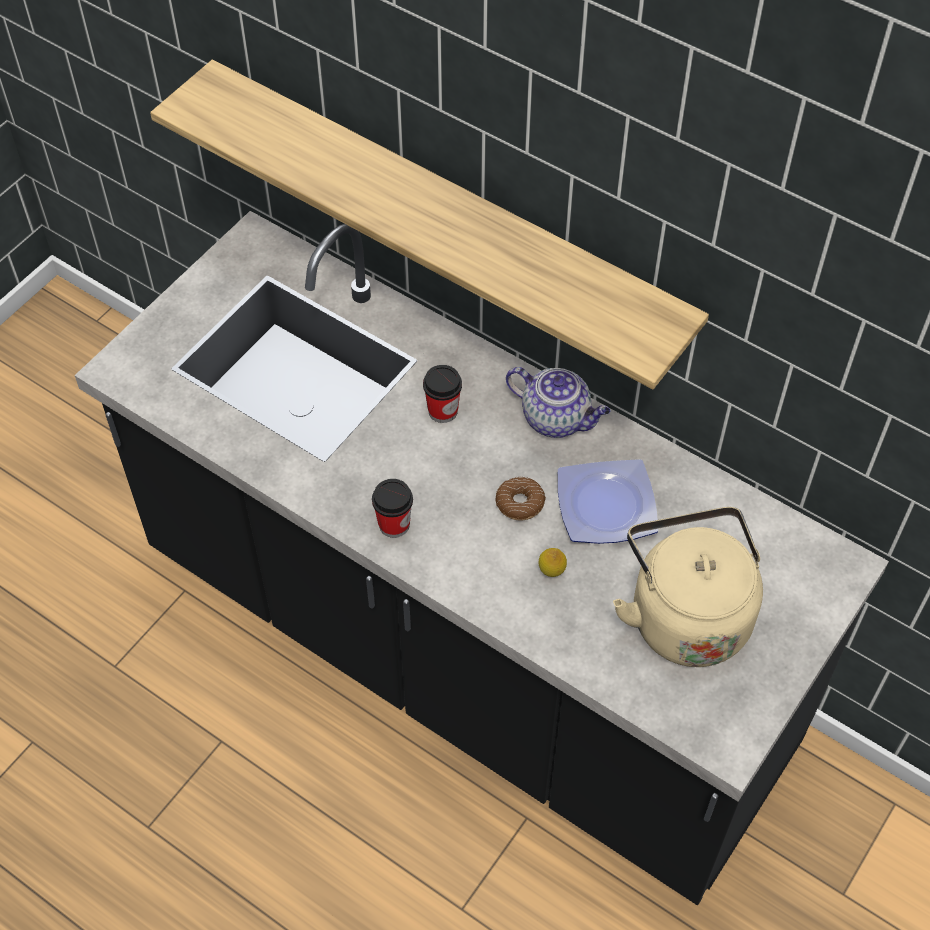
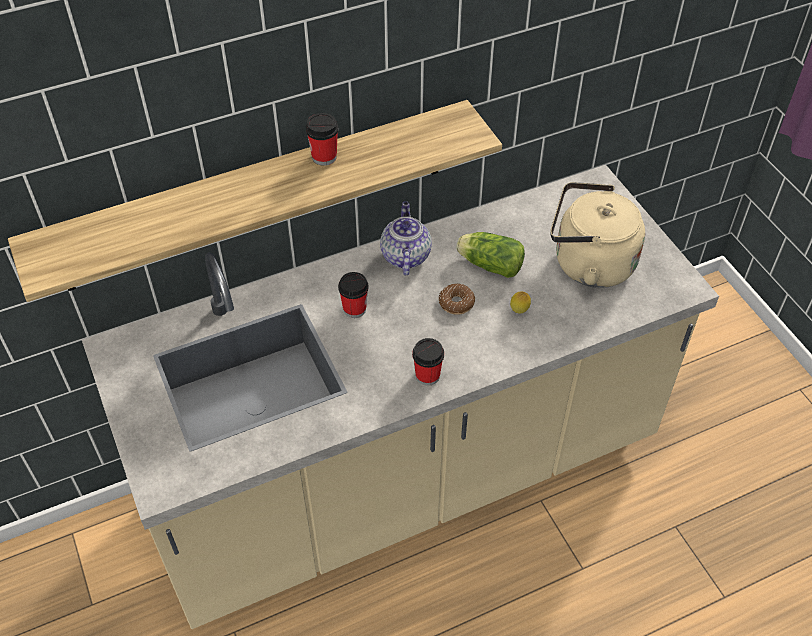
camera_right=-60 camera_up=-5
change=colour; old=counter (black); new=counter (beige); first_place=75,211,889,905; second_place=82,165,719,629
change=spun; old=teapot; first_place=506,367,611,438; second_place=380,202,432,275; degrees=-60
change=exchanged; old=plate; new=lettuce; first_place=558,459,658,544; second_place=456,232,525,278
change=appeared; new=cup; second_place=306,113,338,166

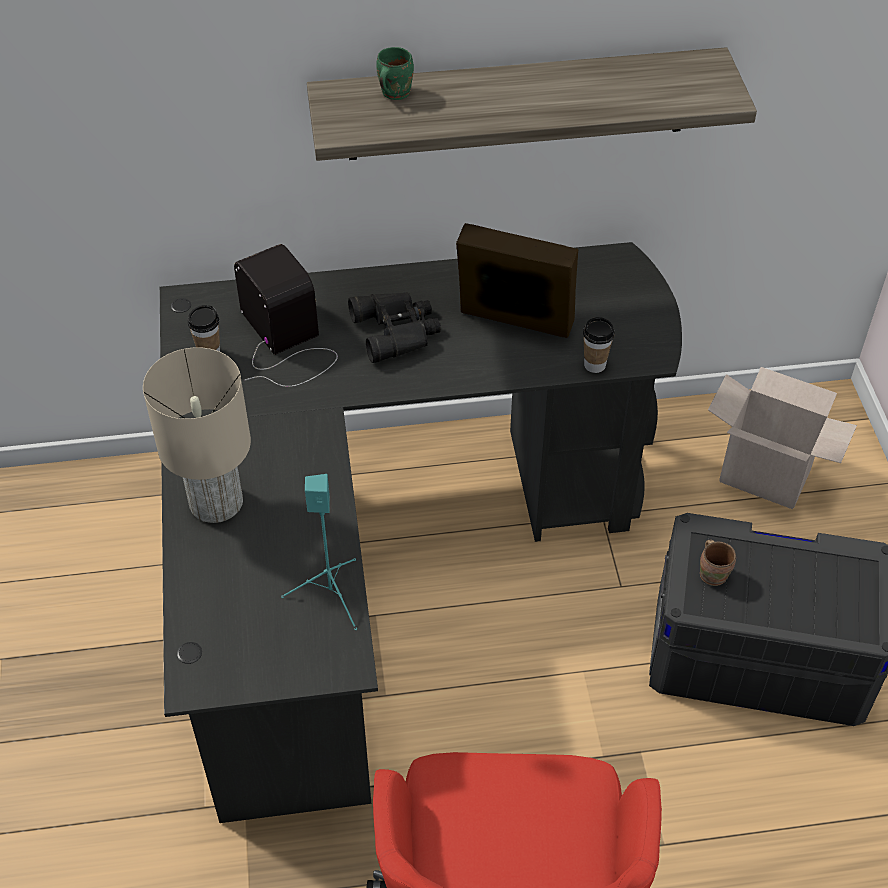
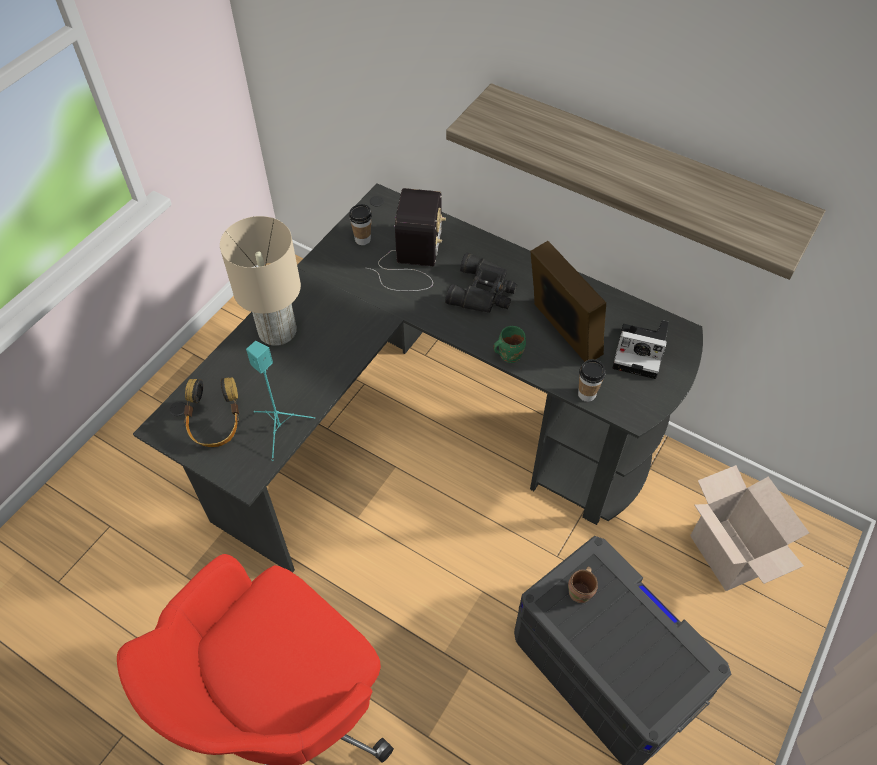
camera_right=40 camera_up=5
change=relocated; old=mug (green); first_place=376,47,414,100; second_place=493,326,526,363
change=appeared; new=headphones; second_place=184,377,239,447
change=appeared; new=photo camera; second_place=612,320,669,379

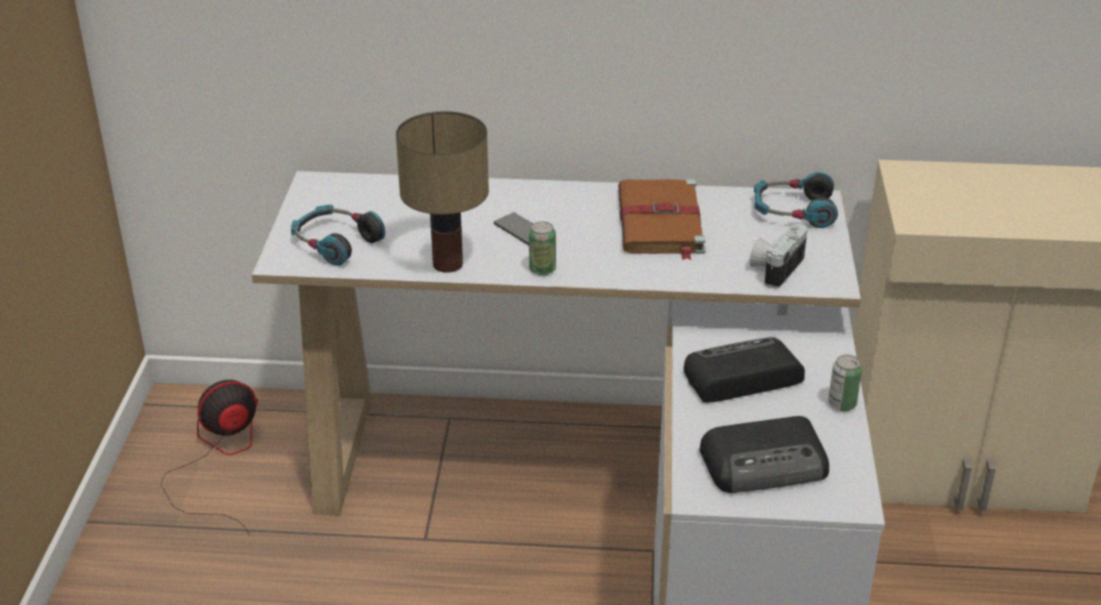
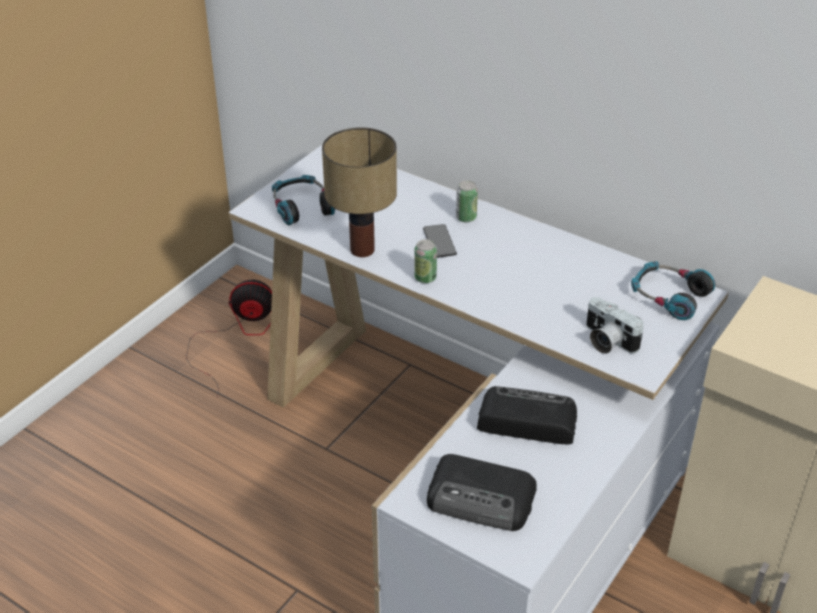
camera_right=30 camera_up=5
change=missing; old=book (brown); first_place=618,179,706,260
change=spun; old=photo camera; first_place=750,224,807,289; second_place=586,297,644,354; degrees=-105
change=relocated; old=can; first_place=828,355,862,411; second_place=456,181,478,222

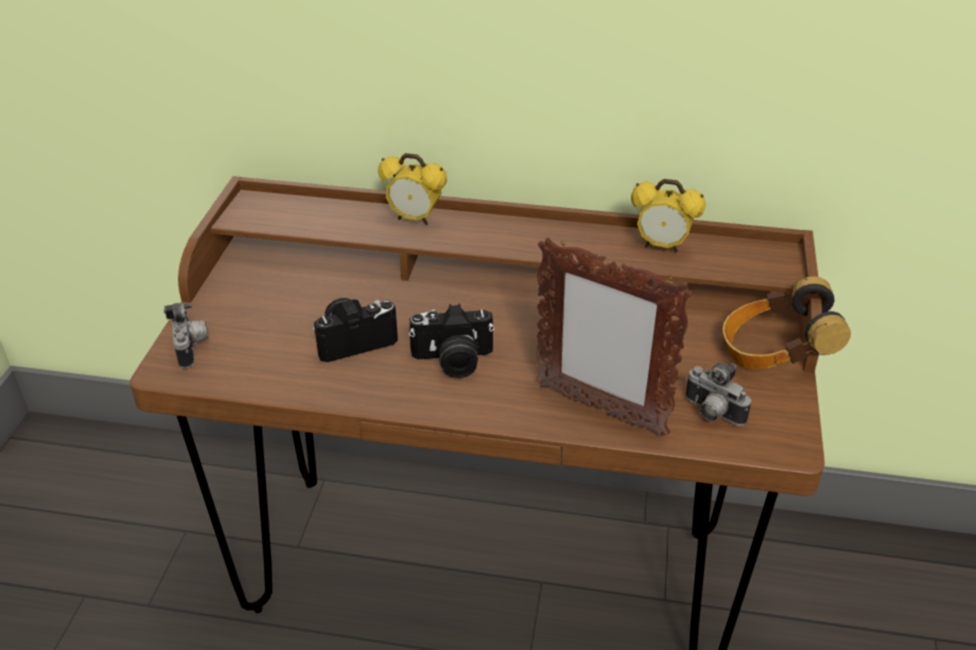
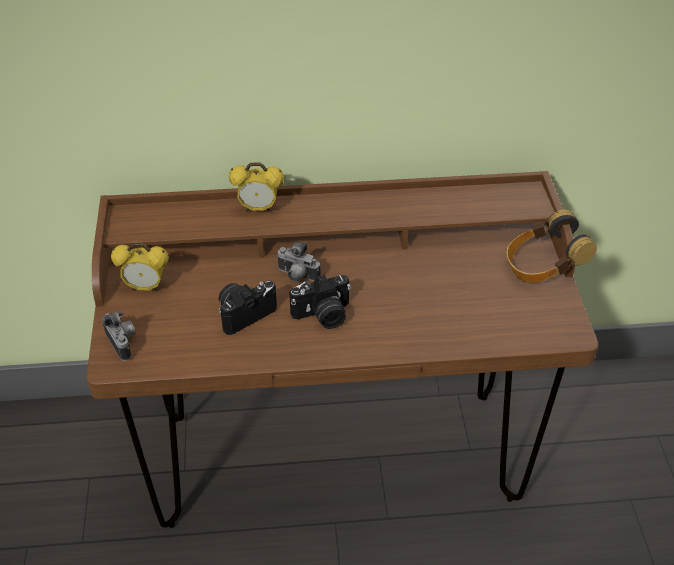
camera_right=-15 camera_up=5
change=missing; old=picture frame; first_place=536,237,693,437
change=relocated; old=alarm clock; first_place=631,179,706,252; second_place=111,243,169,292
change=relocated; old=photo camera; first_place=685,362,751,426; second_place=276,241,320,282

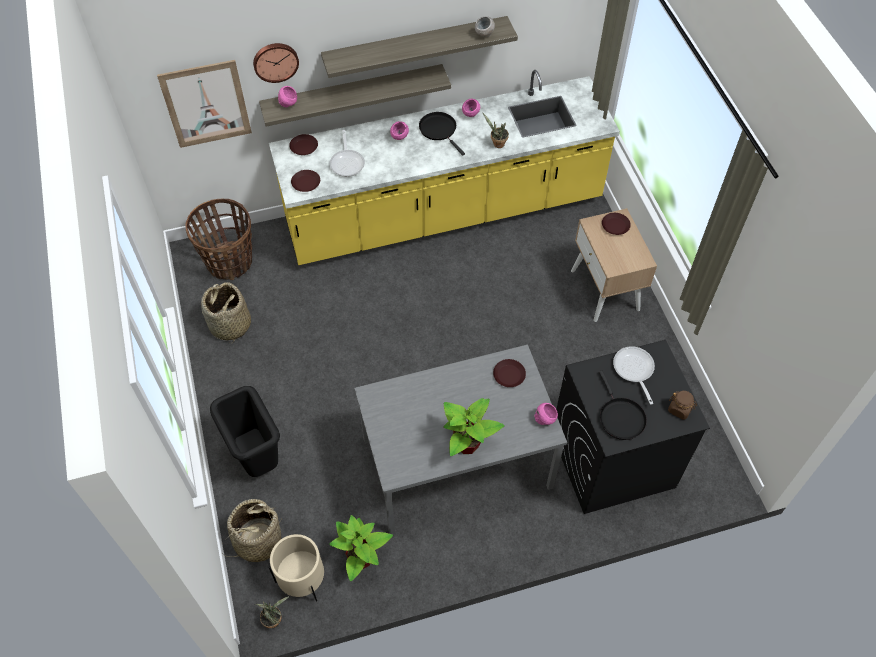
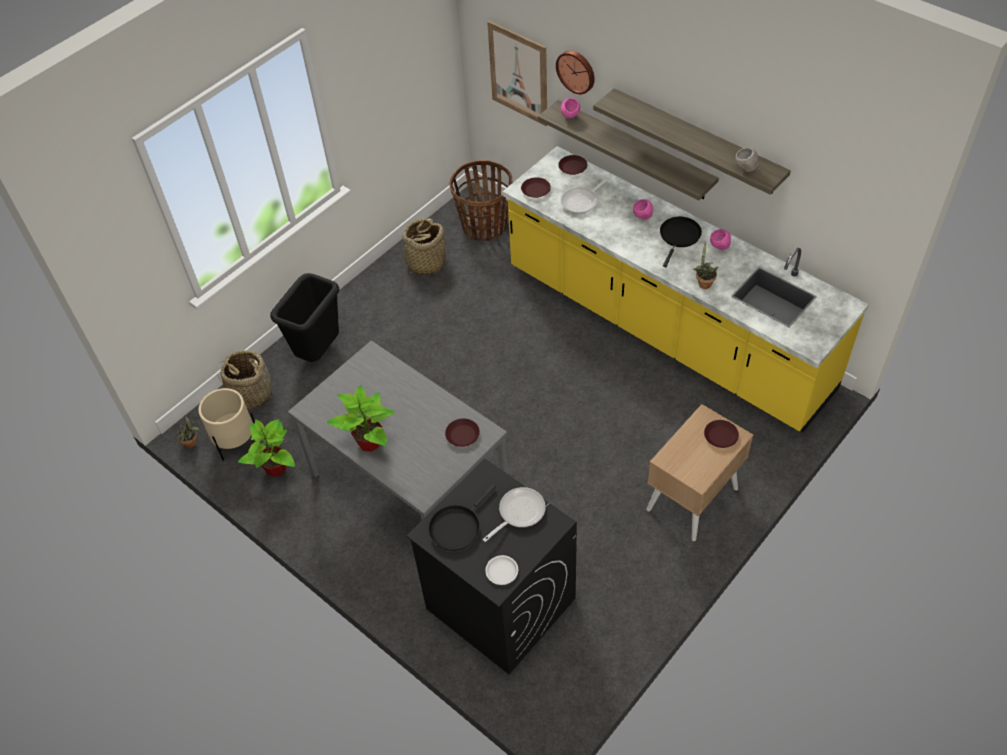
camera_right=60 camera_up=-5
change=missing; old=bowl (pink); first_place=534,403,558,425
change=exchanged; old=jar (brown); new=plate (white); first_place=668,391,697,420; second_place=485,555,518,585

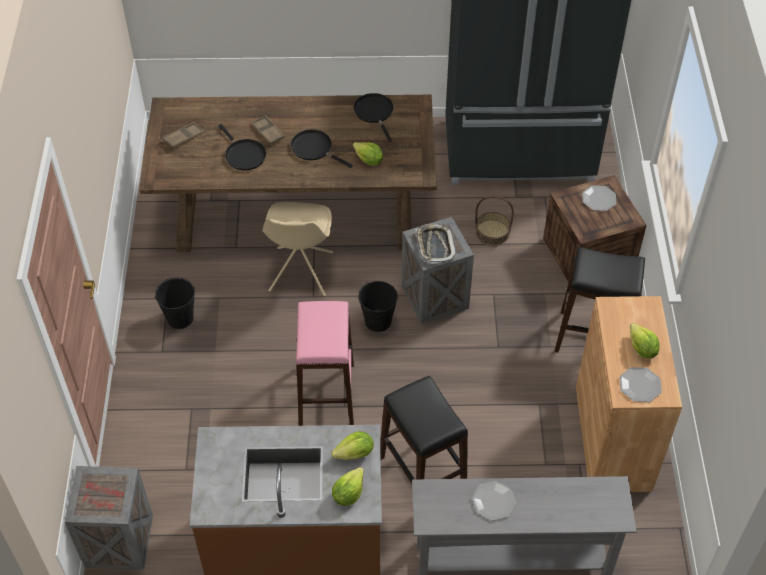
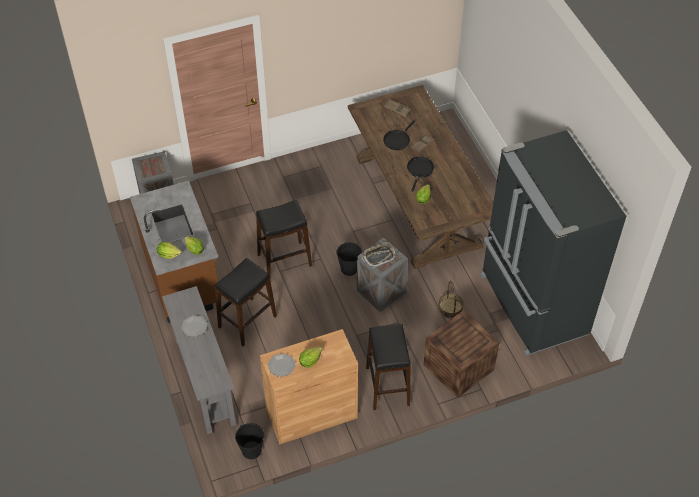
camera_right=70 camera_up=0
change=relocated; old=bucket (black); first_place=155,277,195,329; second_place=235,423,264,459
change=missing; old=chair (beige); first_place=262,202,333,296
change=colour; old=stool (pink); new=stool (black); first_place=296,301,354,426; second_place=256,200,312,275
change=missing; old=frying pan (black); first_place=354,93,394,142
change=missing; old=plate; first_place=582,185,616,211

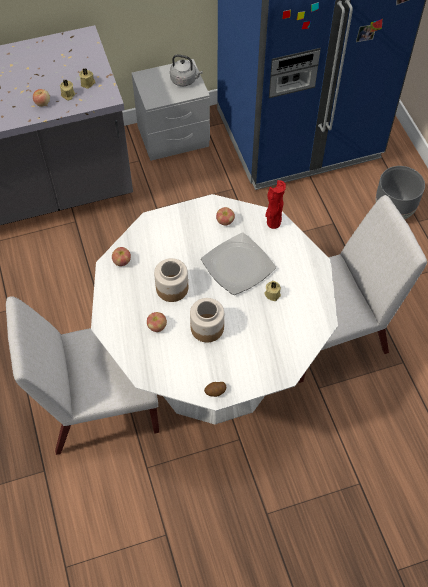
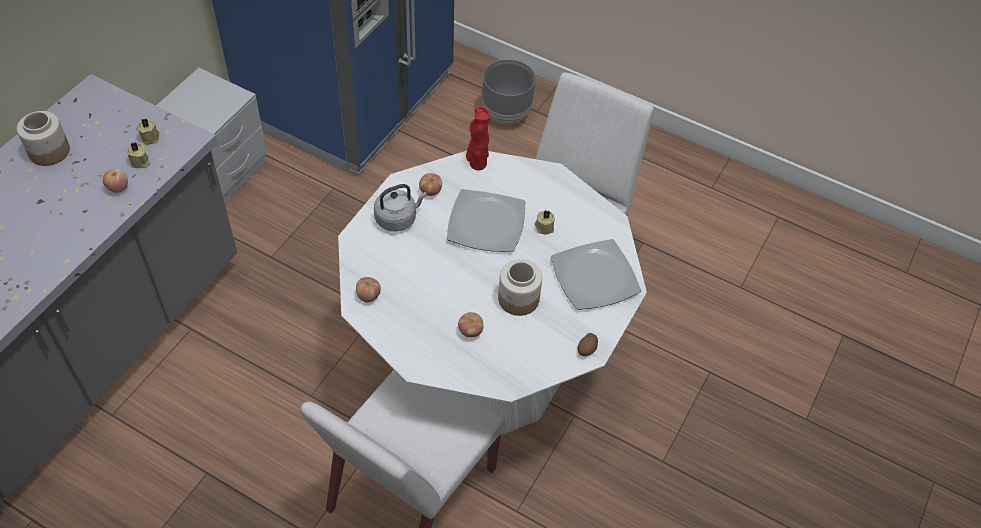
camera_right=-45 camera_up=-5
change=relocated; old=jar; first_place=154,258,188,302; second_place=17,111,70,166
change=relocated; old=kettle (grey); first_place=170,54,203,86; second_place=374,184,427,232
change=appeared; new=plate; second_place=551,239,641,310

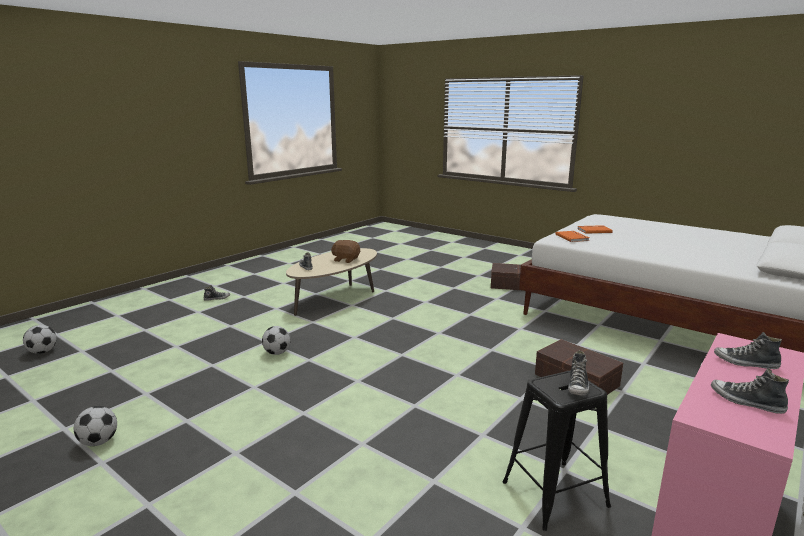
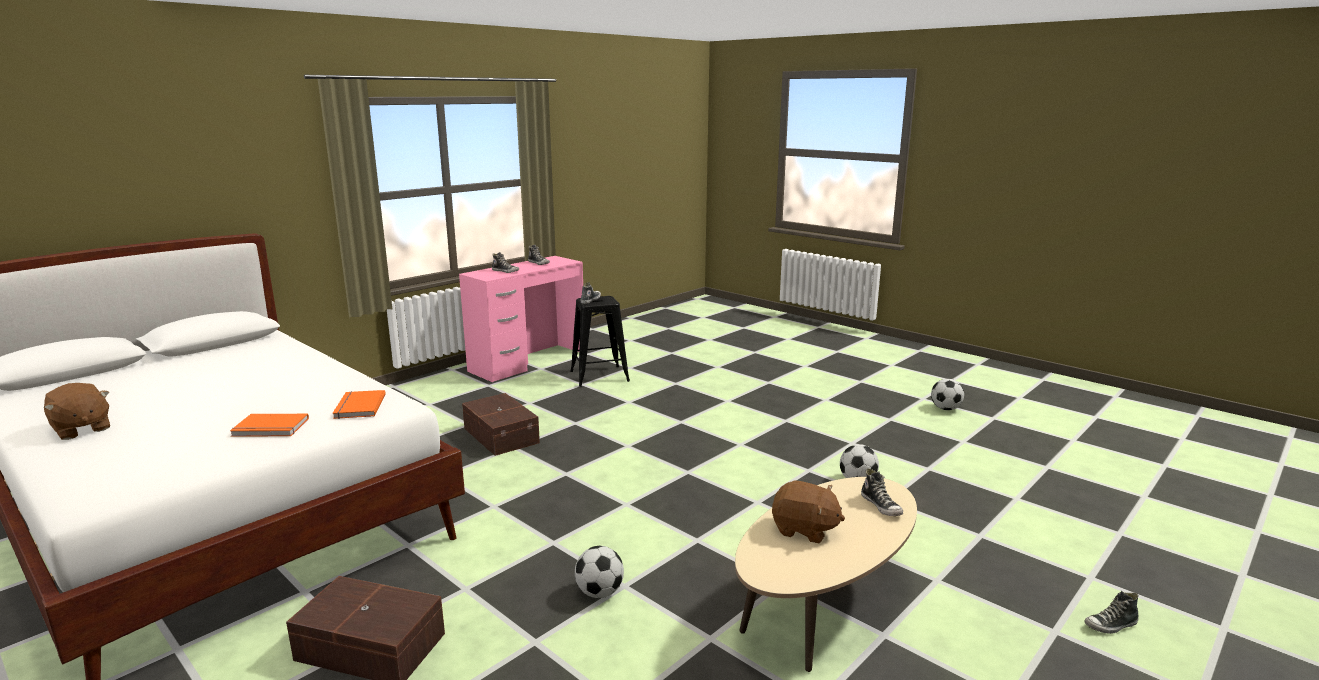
camera_right=-175 camera_up=0
change=relocated; old=football; first_place=23,325,57,354; second_place=575,546,624,598
change=appeared; new=plush toy (brown); second_place=44,383,110,440

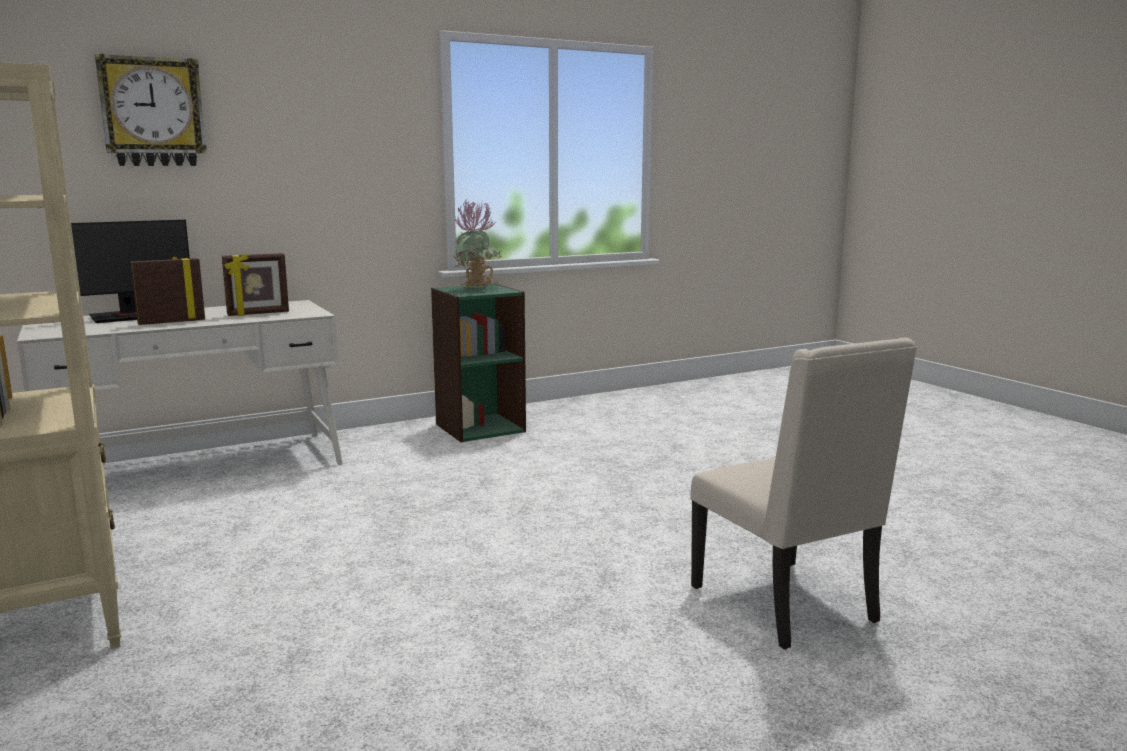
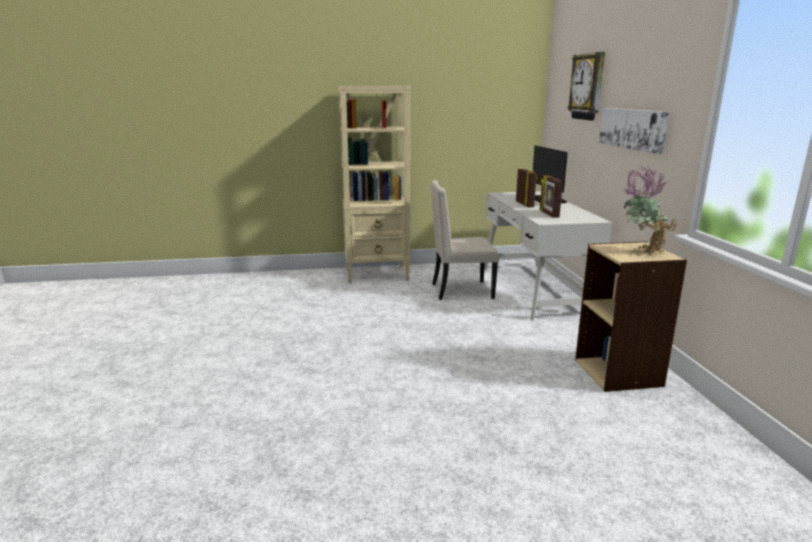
camera_right=110 camera_up=5
change=colour; old=bookcase (green); new=bookcase (beige); first_place=431,283,526,442; second_place=575,241,687,392
change=relocated; old=chair (beige); first_place=690,337,917,649; second_place=430,180,499,300
change=appeared; new=picture; second_place=599,108,669,154

